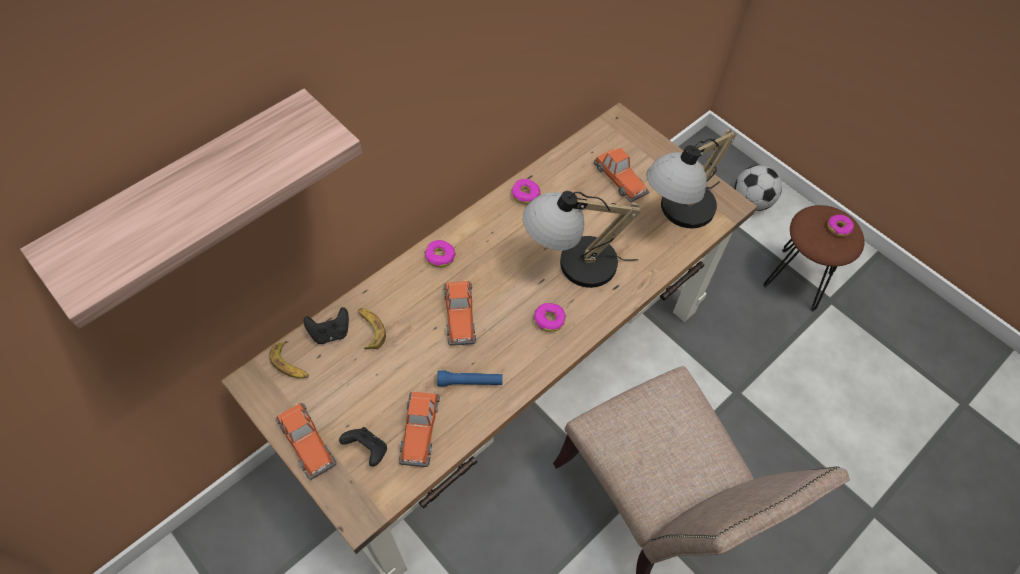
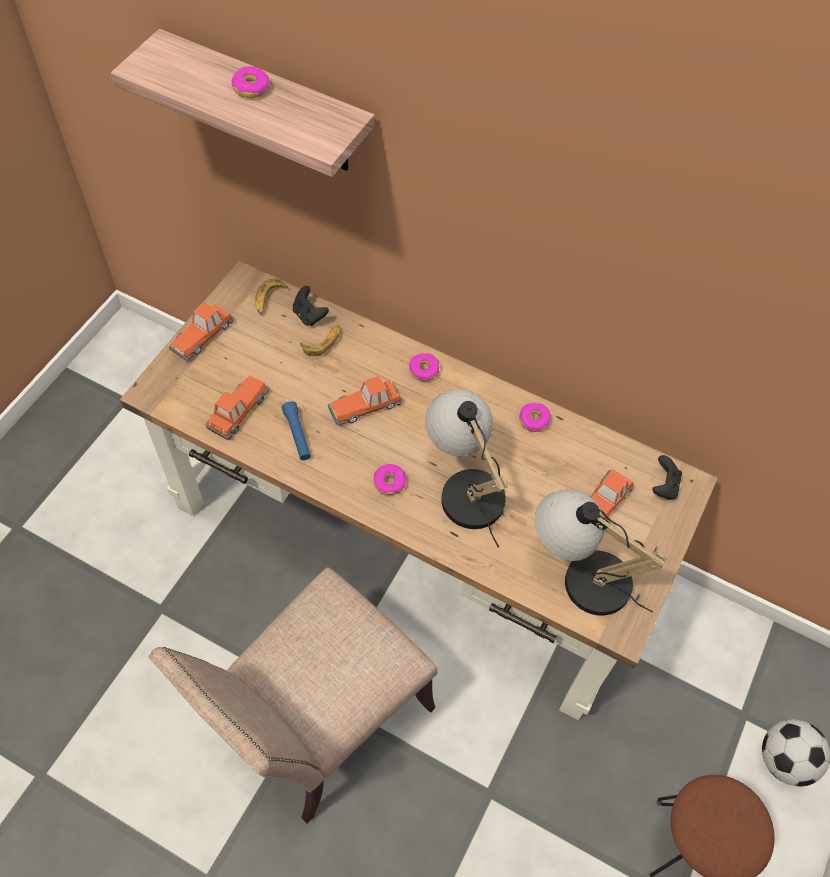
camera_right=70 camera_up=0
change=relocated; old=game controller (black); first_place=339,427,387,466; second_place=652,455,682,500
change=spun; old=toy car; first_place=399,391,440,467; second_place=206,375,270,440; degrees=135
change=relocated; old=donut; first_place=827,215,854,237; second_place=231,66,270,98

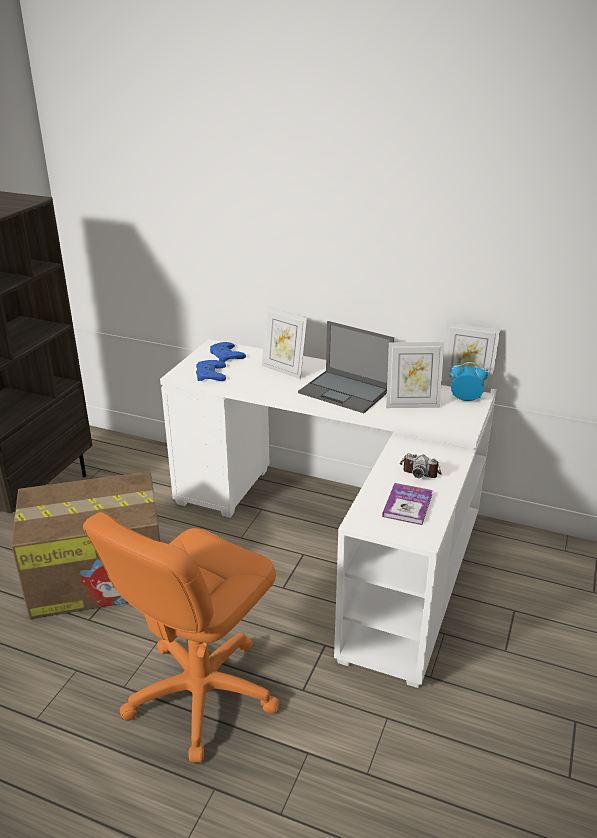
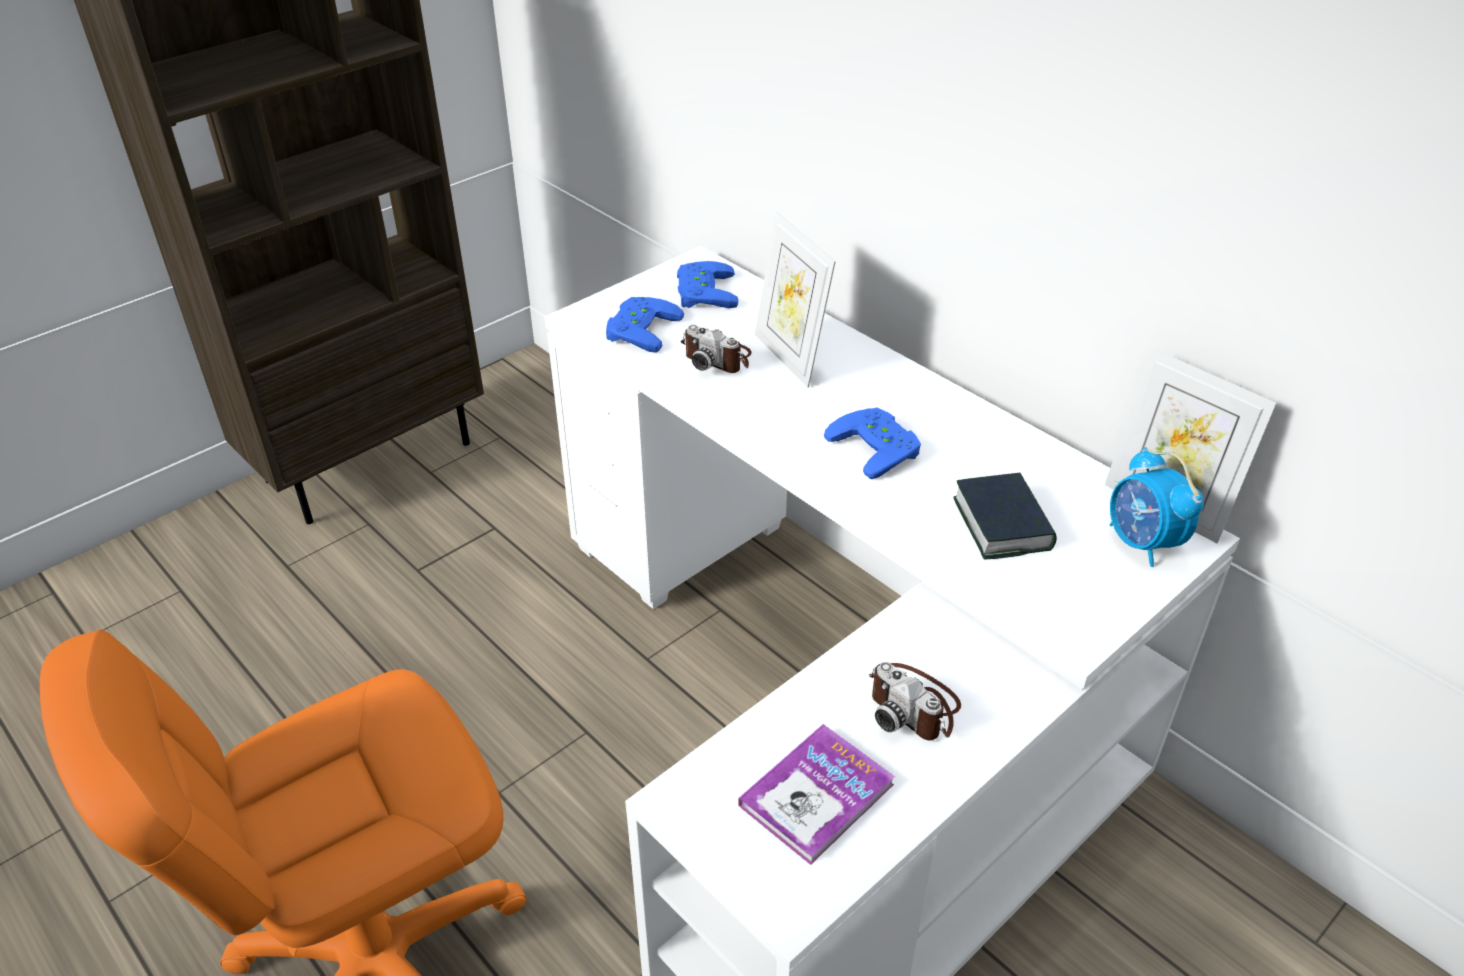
camera_right=25 camera_up=10
change=missing; old=cardboard box; first_place=11,471,160,619
change=exchanged; old=laptop; new=game controller (blue); first_place=298,321,394,413; second_place=824,407,921,479
change=exchanged; old=picture frame; new=book; first_place=386,342,444,408; second_place=953,473,1057,560
change=spun; old=alarm clock; first_place=450,362,488,401; second_place=1110,447,1204,567; degrees=-150
change=appeared; new=photo camera; second_place=681,325,752,373

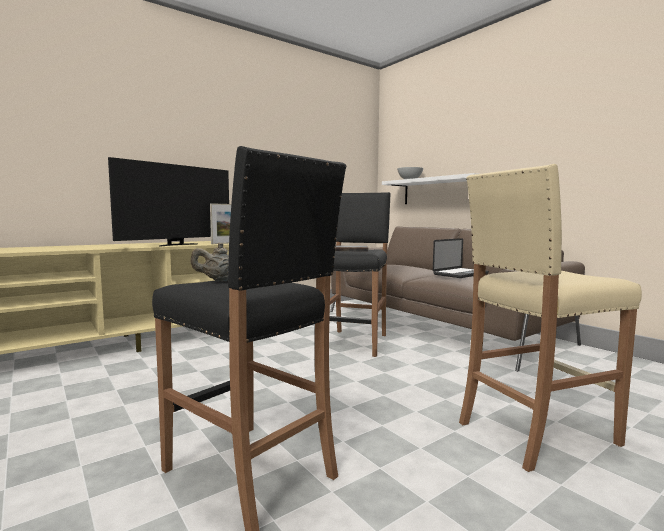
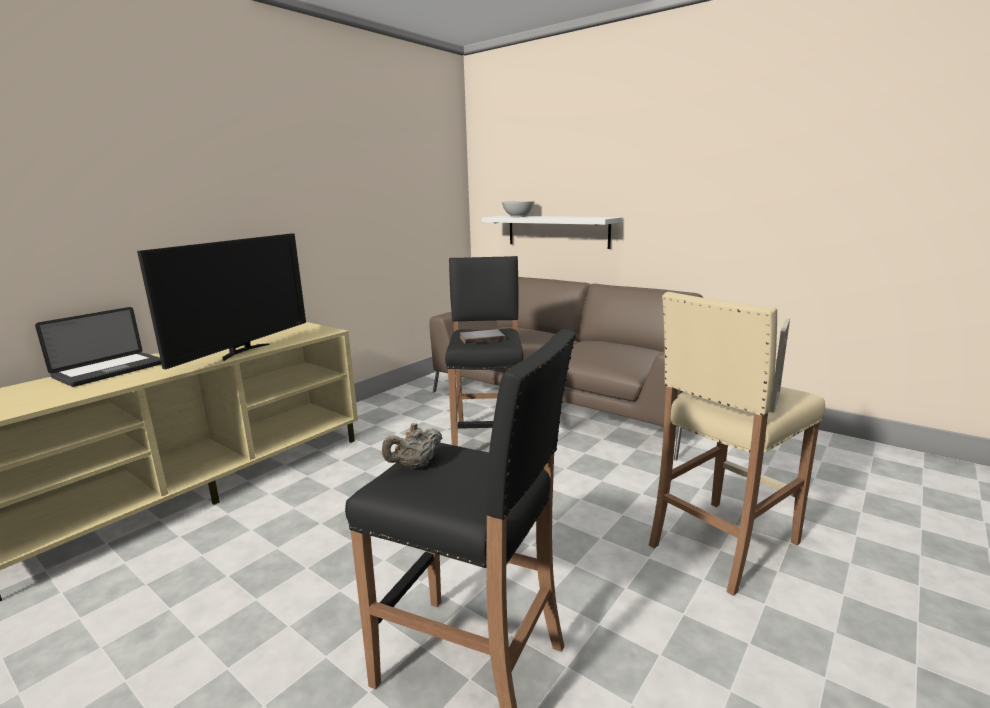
camera_right=-15 camera_up=10
change=relocated; old=picture frame; first_place=210,203,231,244; second_place=770,318,790,412
change=relocated; old=laptop; first_place=433,238,489,278; second_place=35,307,161,387

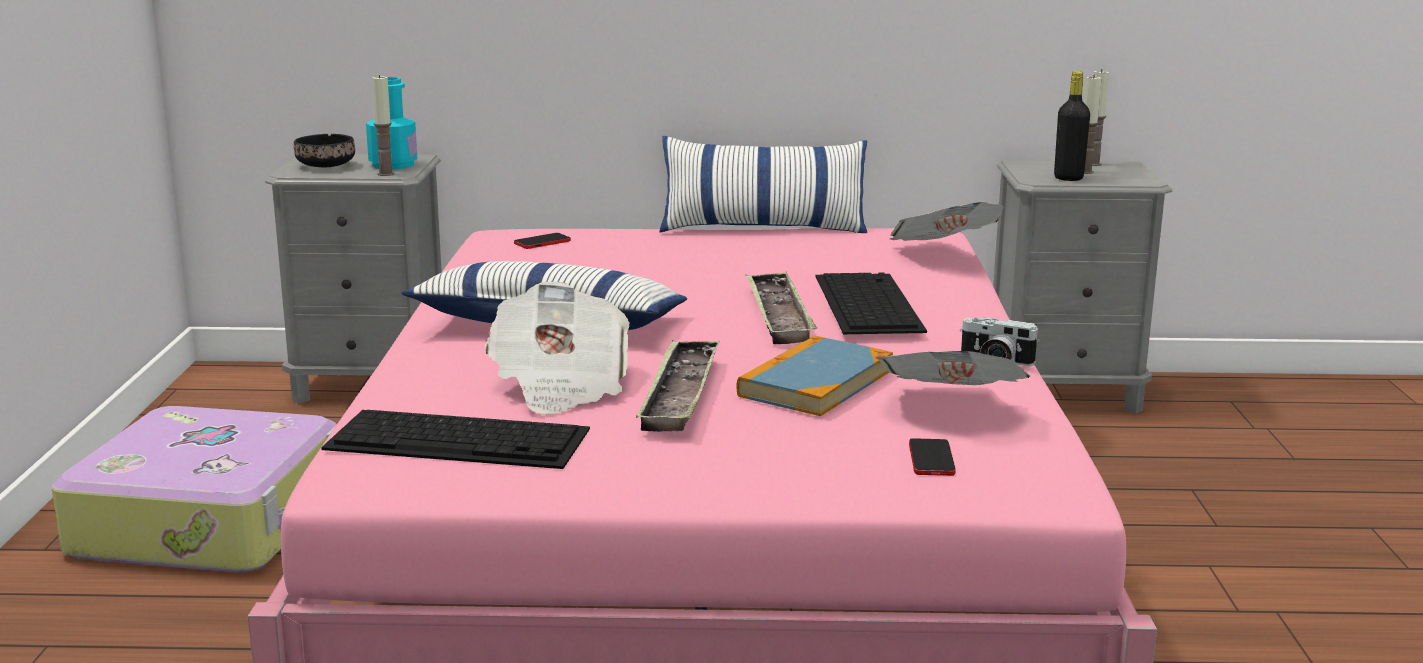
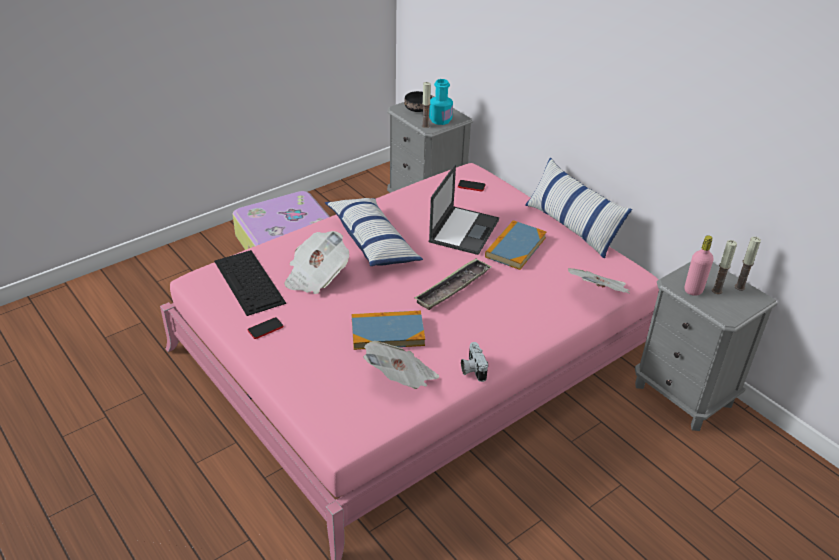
camera_right=50 camera_up=20
change=missing; old=tray; first_place=636,340,720,432
change=missing; old=keyboard; first_place=816,273,927,334
change=relocated; old=phone; first_place=909,438,956,476; second_place=248,317,283,339
change=colour; old=bottle (black); new=bottle (pink); first_place=1054,71,1090,181; second_place=684,235,714,296
change=appeared; new=laptop; second_place=428,164,499,255
change=appeared; new=book; second_place=485,220,547,270

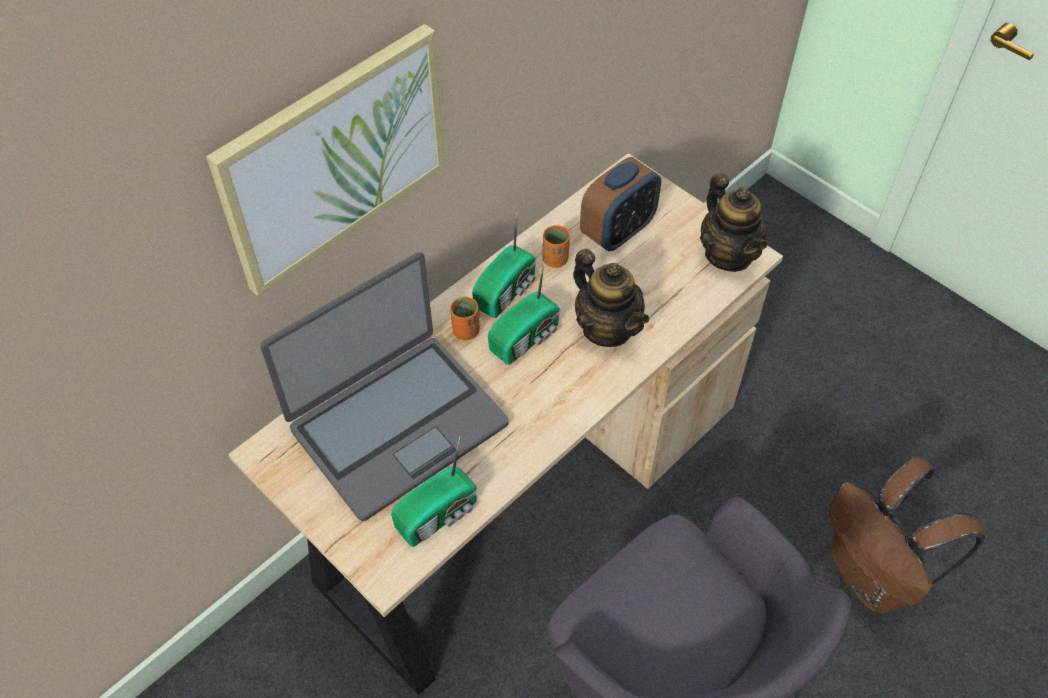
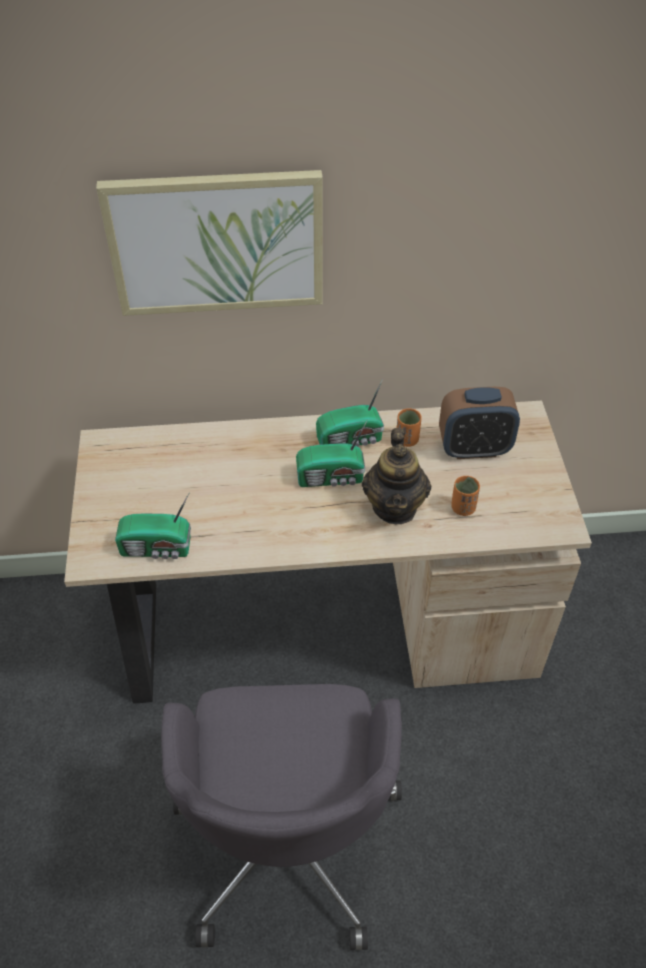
camera_right=40 camera_up=-5
change=missing; old=laptop; first_place=260,252,509,521
change=relocated; old=cup (orange); first_place=450,297,480,340; second_place=451,476,480,516
change=missing; old=teapot; first_place=700,173,768,272
change=missing; old=backpack (brown); first_place=829,457,986,613

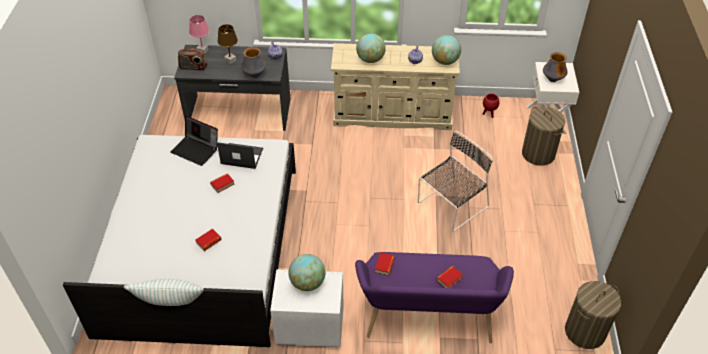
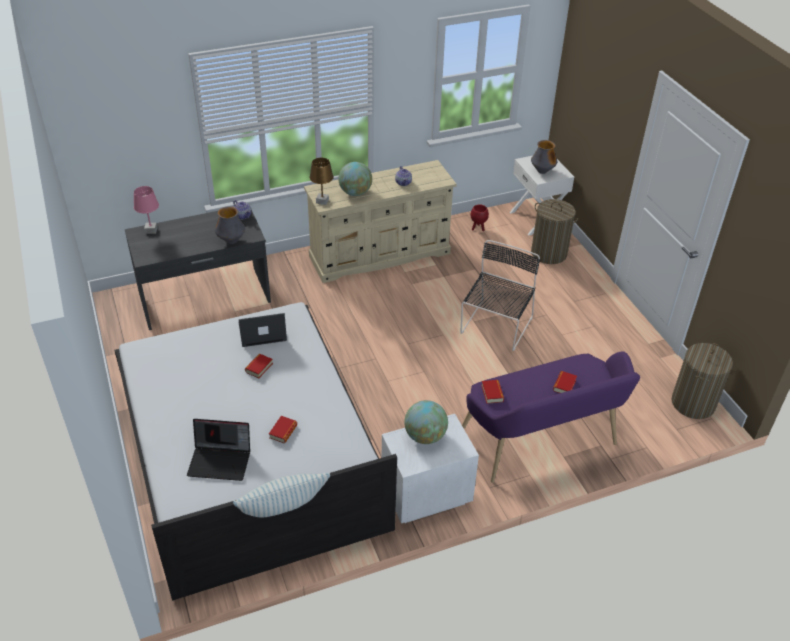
camera_right=-25 camera_up=-5
change=relocated; old=laptop; first_place=171,116,218,166; second_place=187,419,250,481
change=missing; old=radio; first_place=178,48,207,71
change=relocated; old=table lamp (brown); first_place=217,24,238,64; second_place=309,158,334,205
change=missing; old=globe; first_place=432,35,461,65

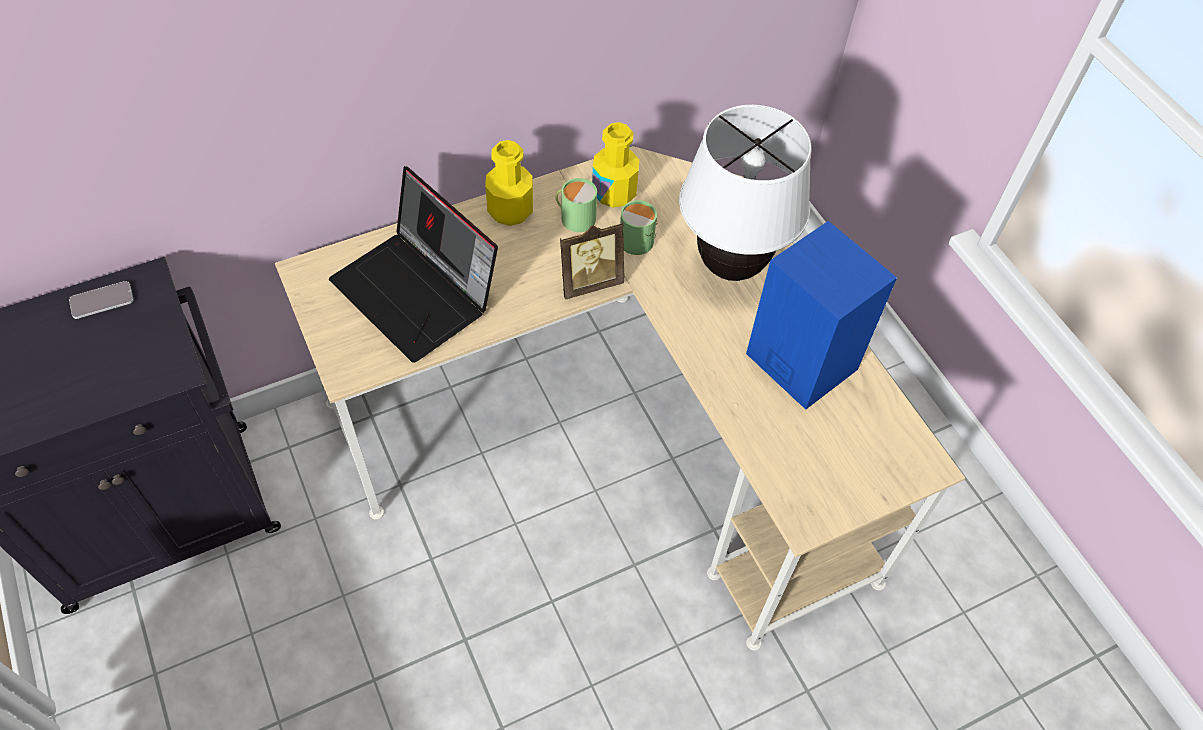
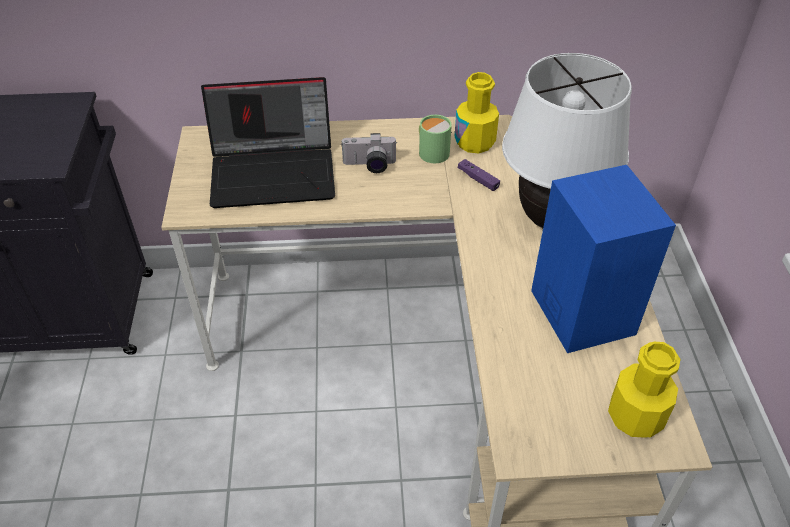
camera_right=25 camera_up=-10
change=missing; old=phone; first_place=69,281,134,319
change=spun; old=laptop; first_place=329,166,498,363; second_place=201,77,335,208; degrees=-75
change=relocated; old=bottle (yellow); first_place=485,140,533,226; second_place=608,342,680,438
change=missing; old=picture frame; first_place=560,222,624,300
change=exchanged; old=mug (green); new=game controller (purple); first_place=620,200,657,255; second_place=458,159,500,191
change=appeared; new=photo camera; second_place=341,133,397,173

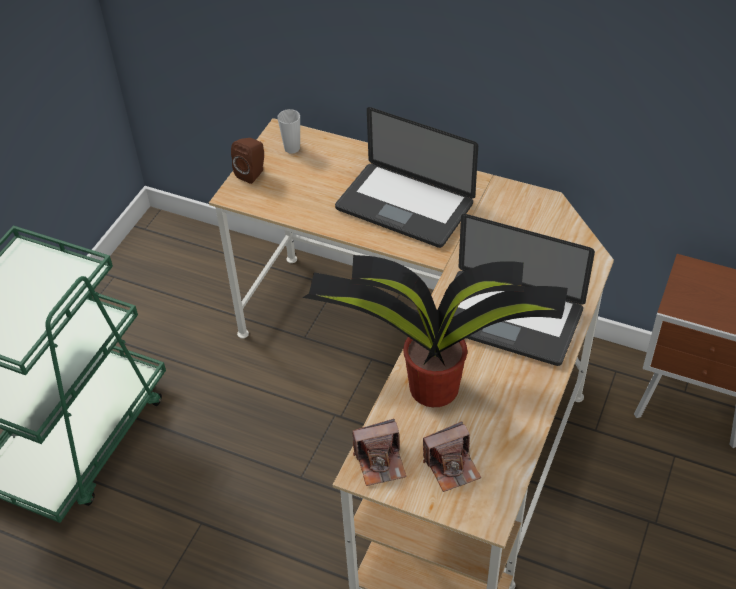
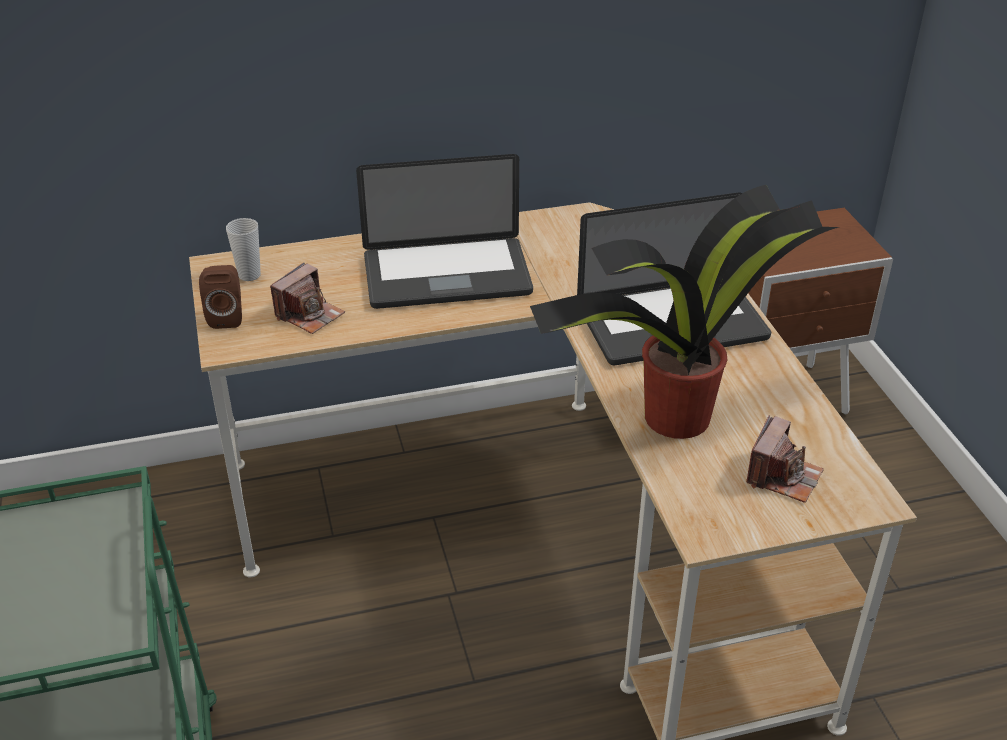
camera_right=-40 camera_up=-10
change=relocated; old=photo camera; first_place=352,419,407,486; second_place=270,263,345,334

